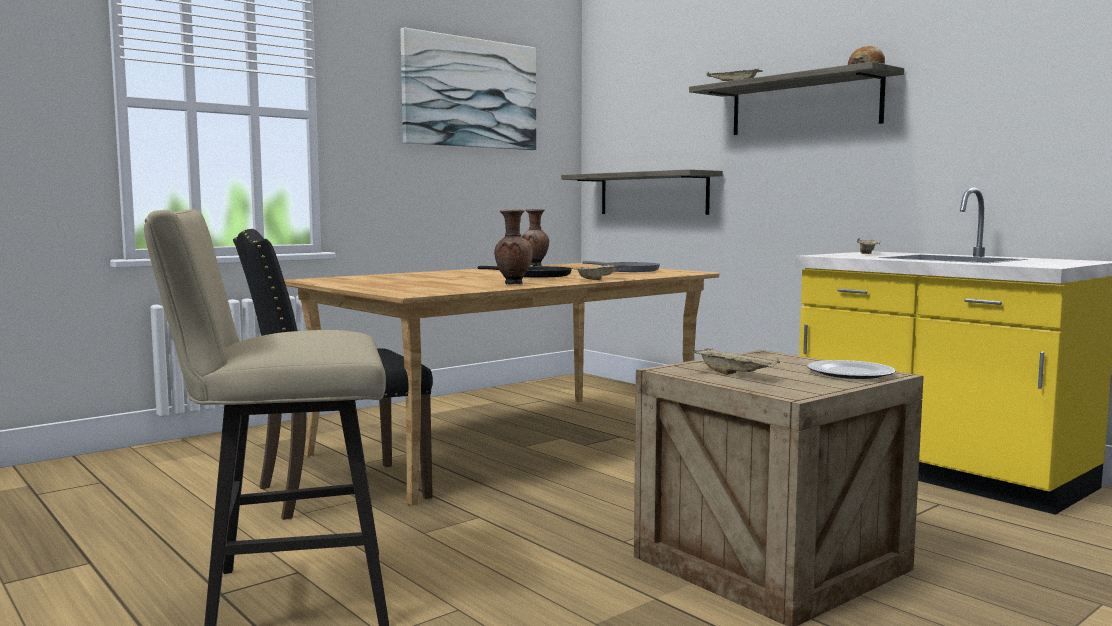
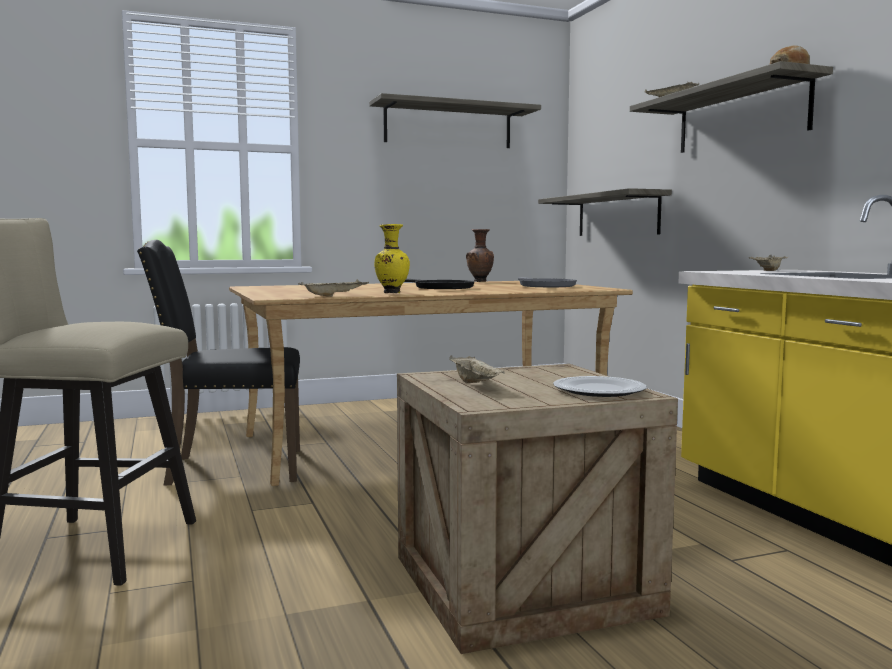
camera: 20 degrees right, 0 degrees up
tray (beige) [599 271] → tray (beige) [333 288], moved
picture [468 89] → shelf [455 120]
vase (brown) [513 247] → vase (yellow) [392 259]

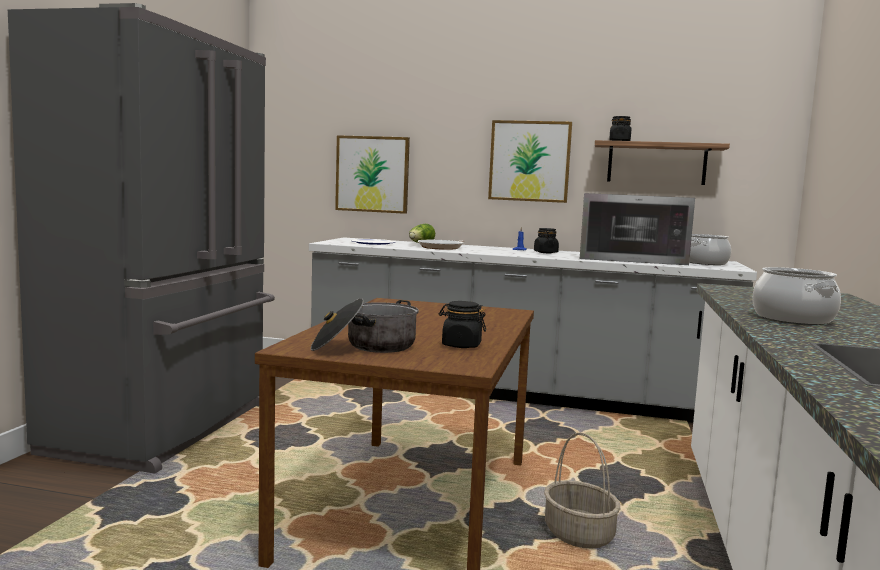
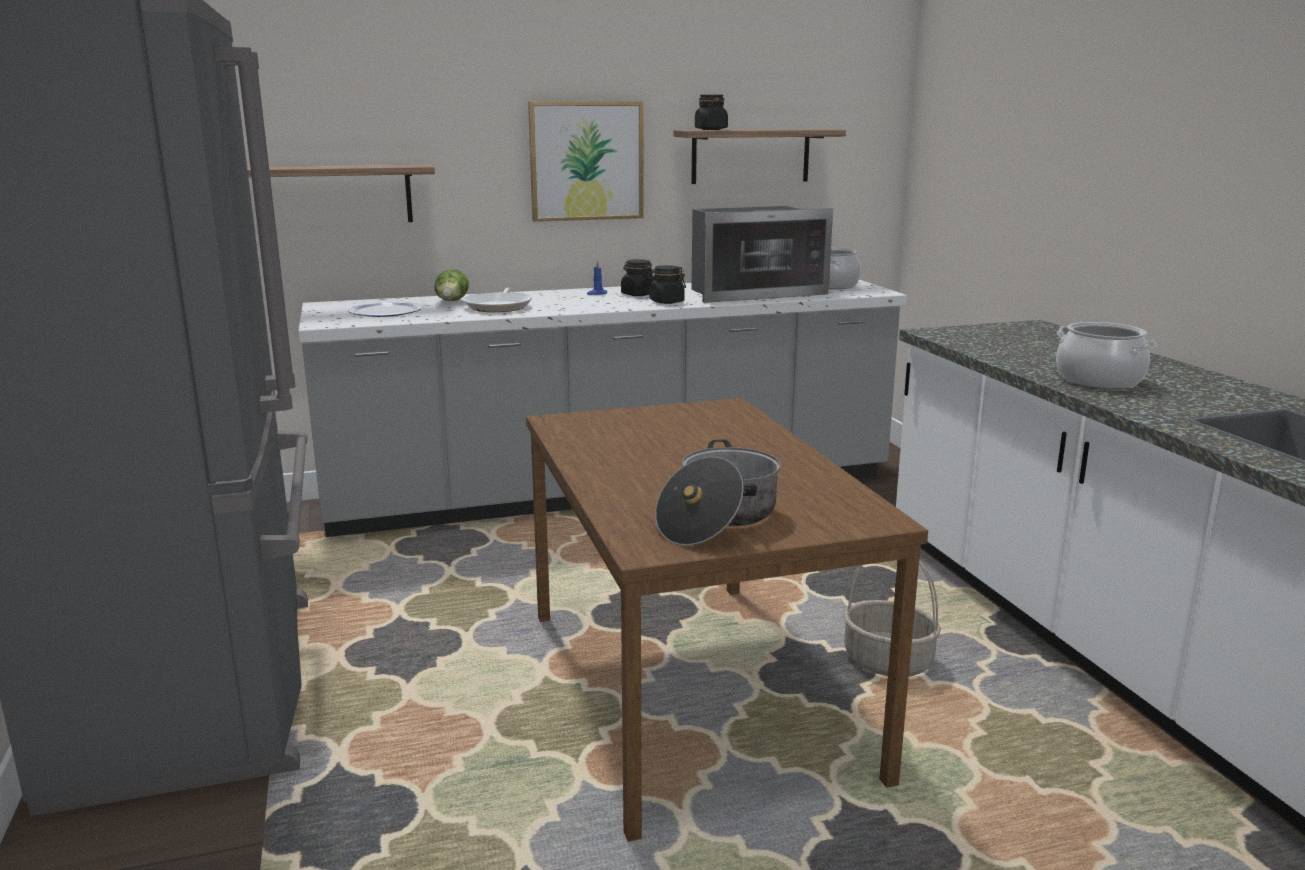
camera: 30 degrees left, 10 degrees up
picture [372 174] → shelf [341 193]
jar (black) [462 324] → jar (black) [666 284], moved

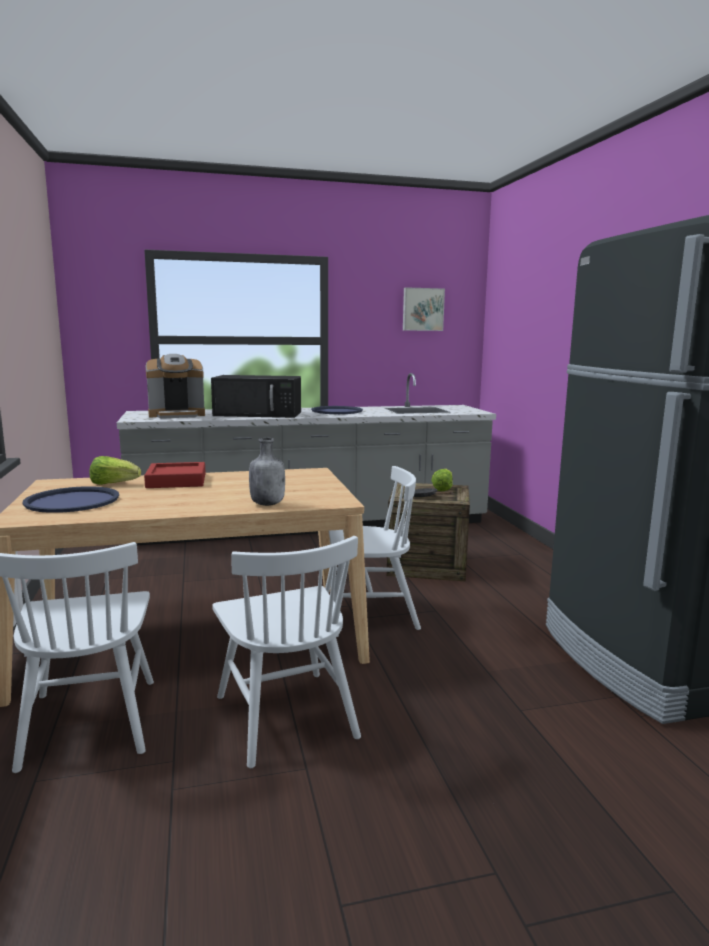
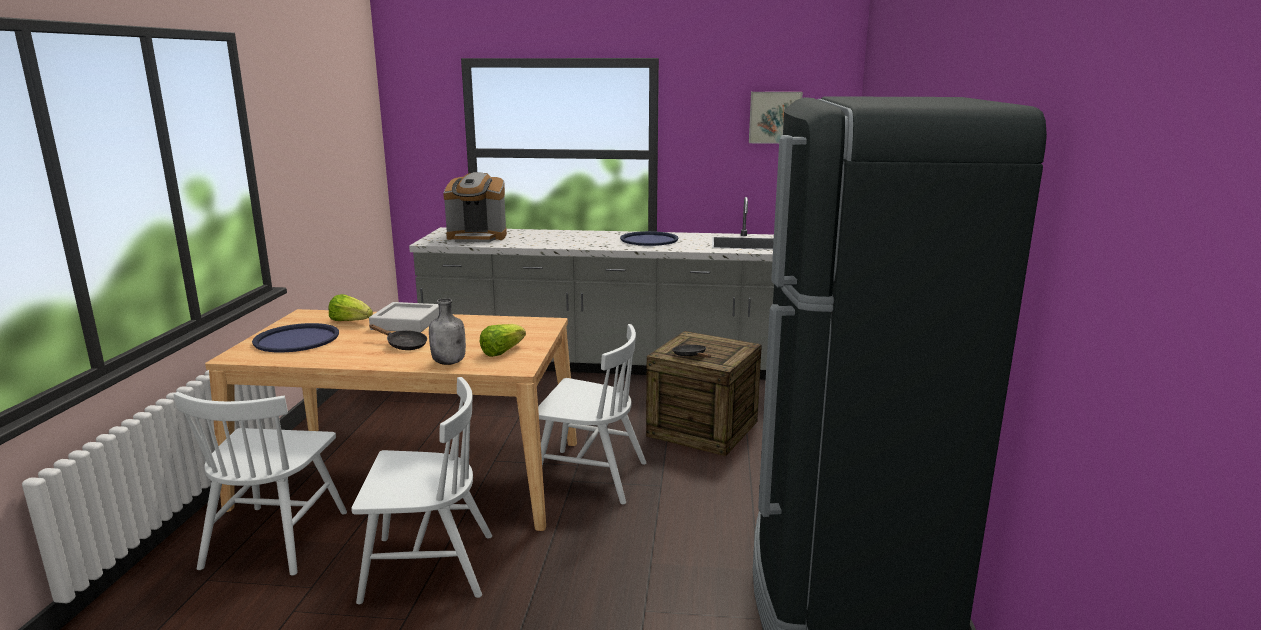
camera: 20 degrees right, 5 degrees up
chair (white) [286 652] → chair (white) [421 490], 90 degrees counterclockwise
tray (red) [175 475] → tray (grey) [404 317]
- → frying pan (black) [398 337]
lettuce [442 480] → lettuce [503 340], moved
microwave (black) [256 396] → -

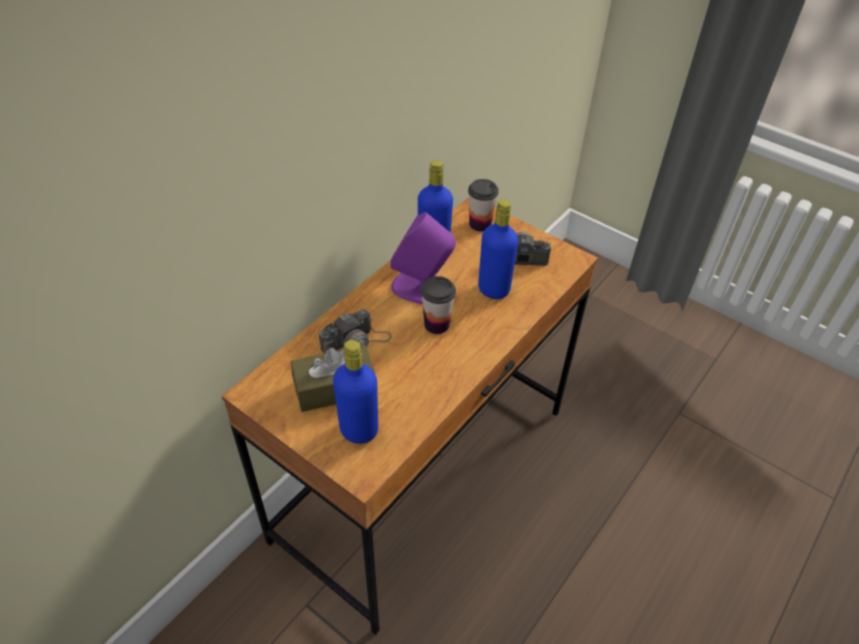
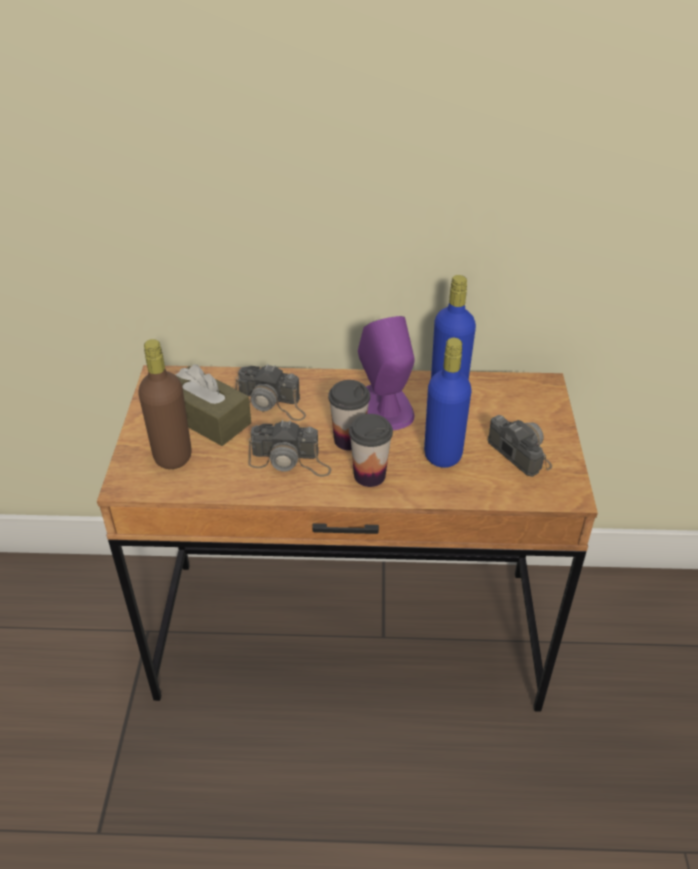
camera: 55 degrees right, 5 degrees down
bottle (blue) [355 392] → bottle (brown) [165 404]
- → photo camera [289 448]
cup [483 205] → cup [371 450], moved

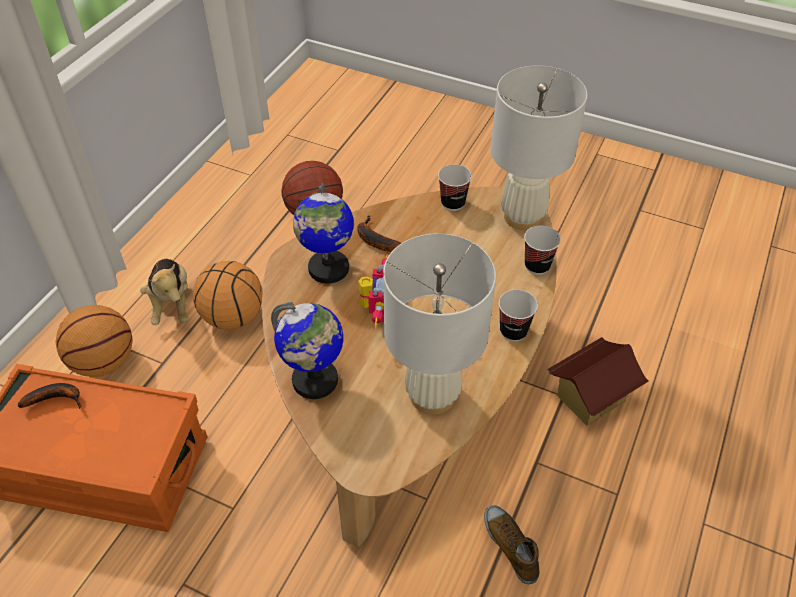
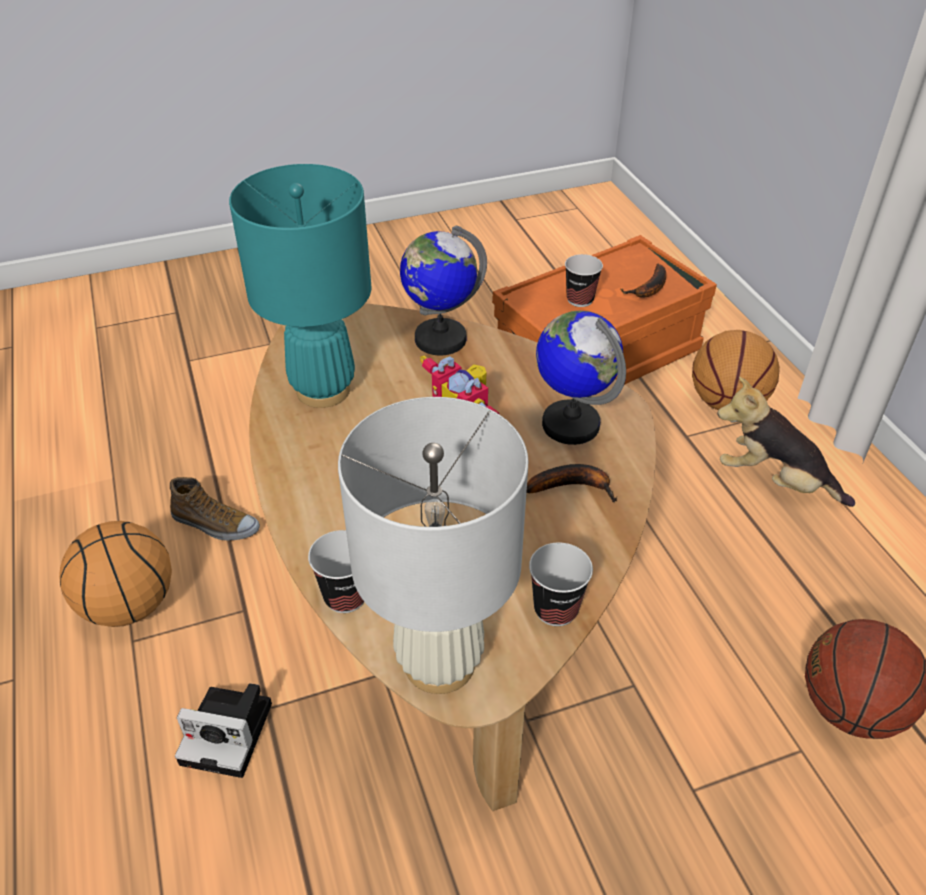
camera: 135 degrees right, 5 degrees down
basketball [228 295] → basketball [115 574], moved
toy house [598 381] → photo camera [223 730]
table lamp (white) [439 324] → table lamp (turquoise) [300 286]
cup [518 315] → cup [584 280], moved

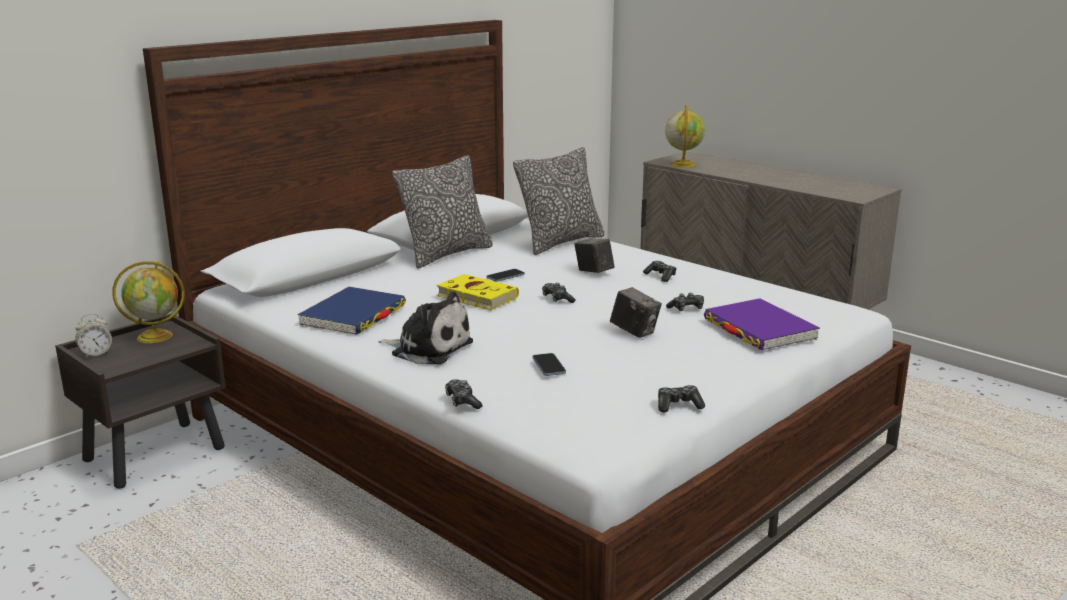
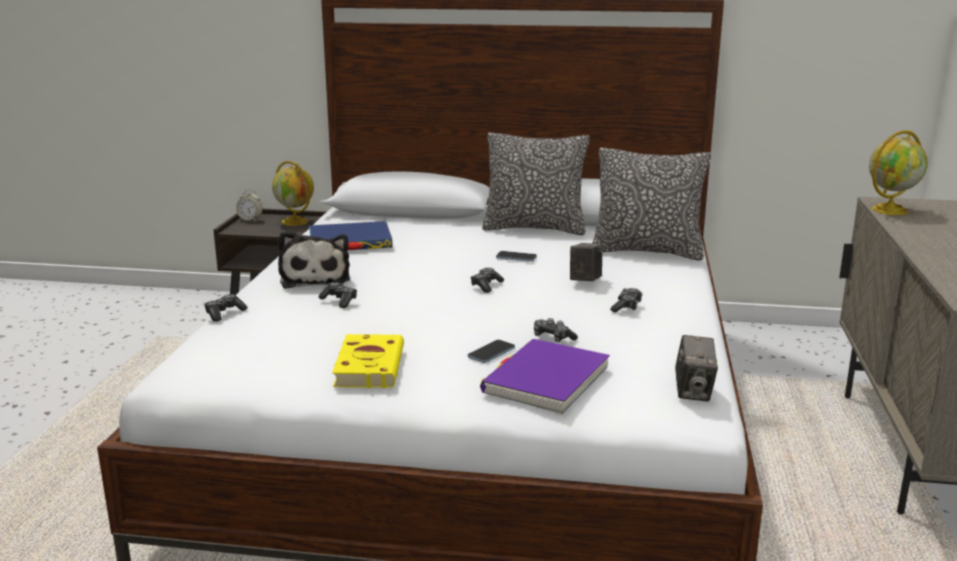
camera: 55 degrees right, 0 degrees up
game controller [681 398] → game controller [337 295], moved
book (yellow) [478 292] → book (yellow) [368 361], moved
phone [549 364] → phone [491 351], moved
photo camera [636 312] → photo camera [696 368], moved

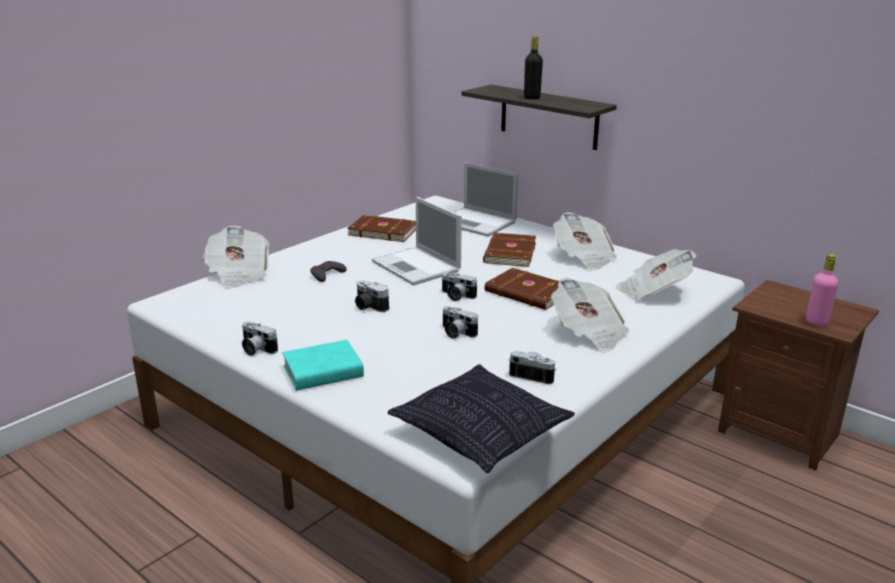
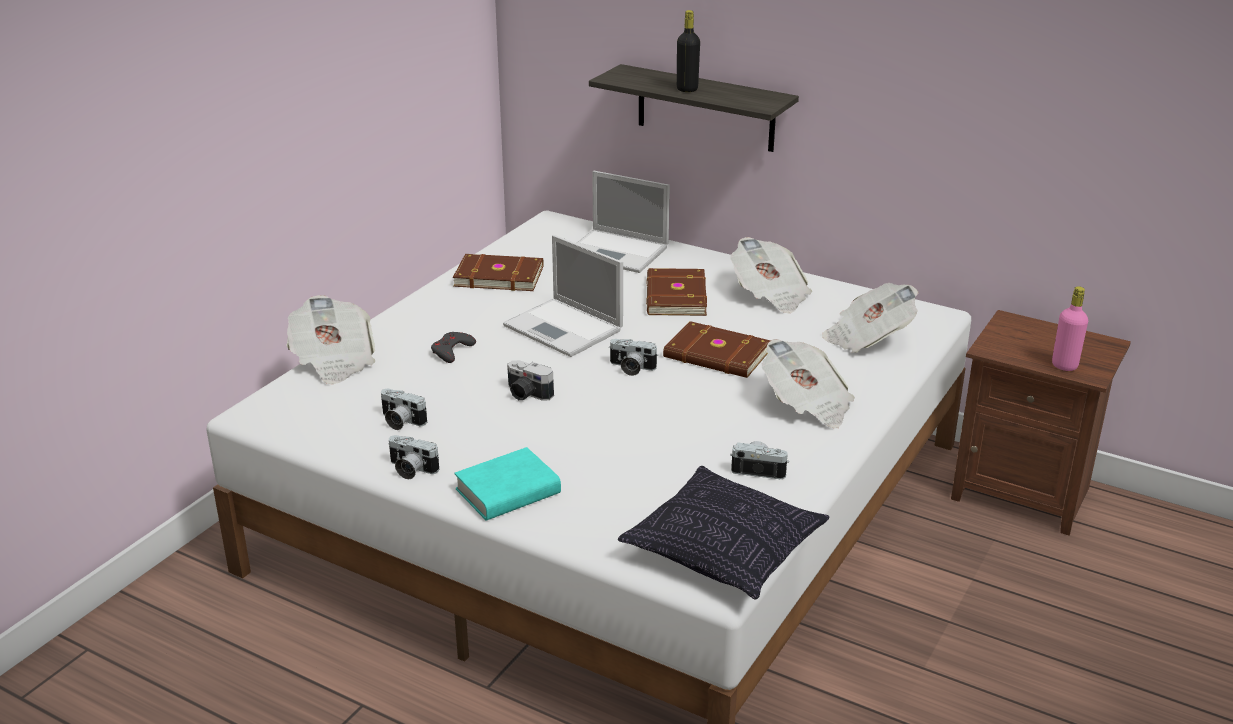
camera: 10 degrees left, 5 degrees up
photo camera [460 322] → photo camera [404 409], moved

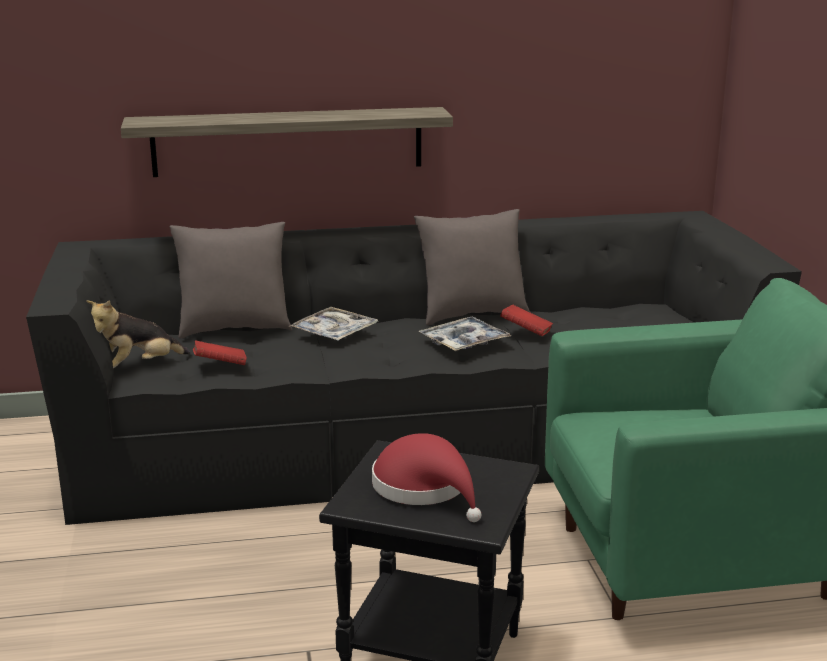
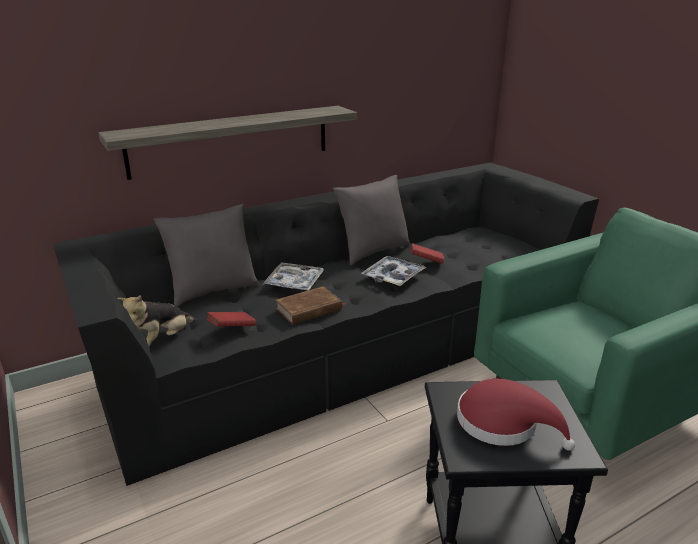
camera: 20 degrees left, 5 degrees up
- → book (brown) [310 305]

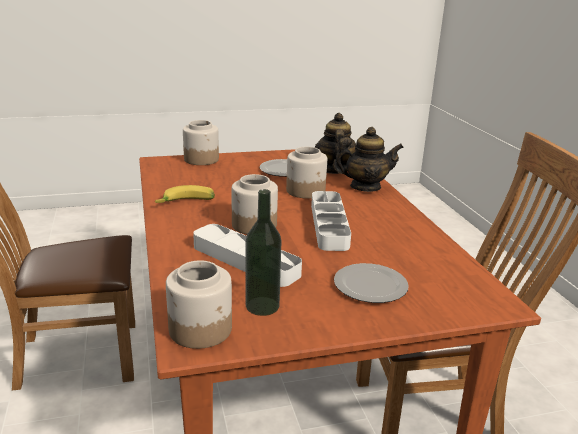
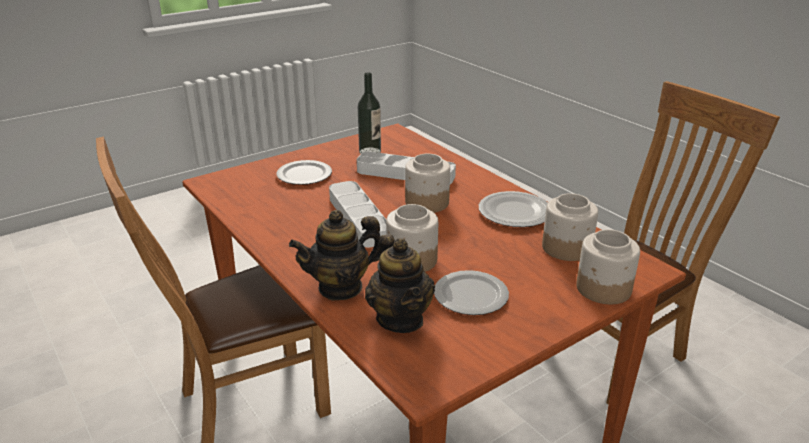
camera: 160 degrees right, 5 degrees up
banana [185 194] → plate [513 209]
jar [199 304] → jar [570 227], moved

